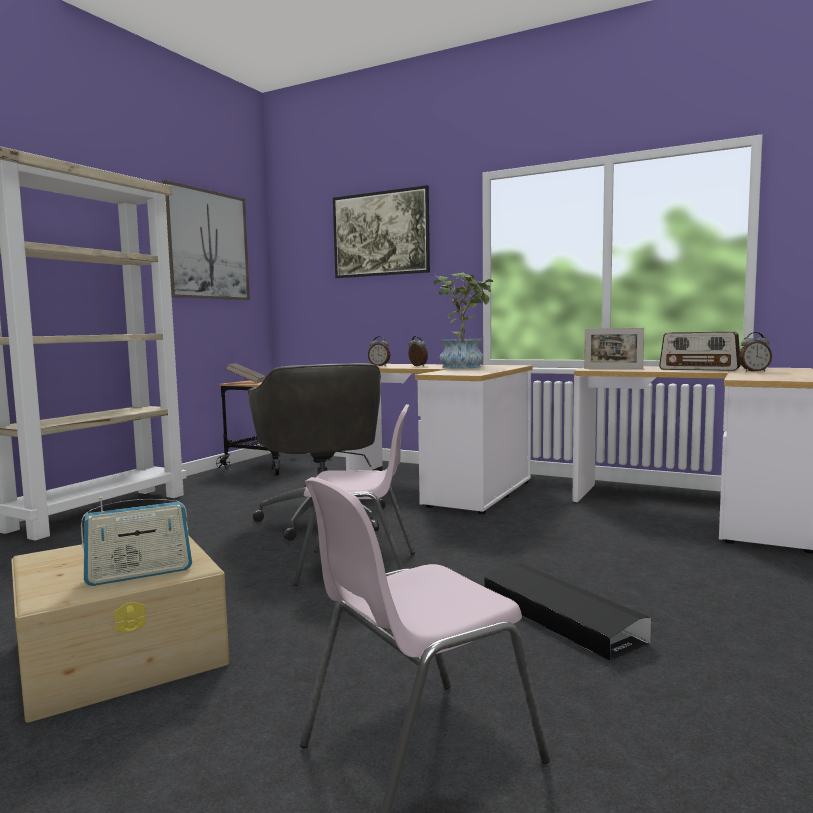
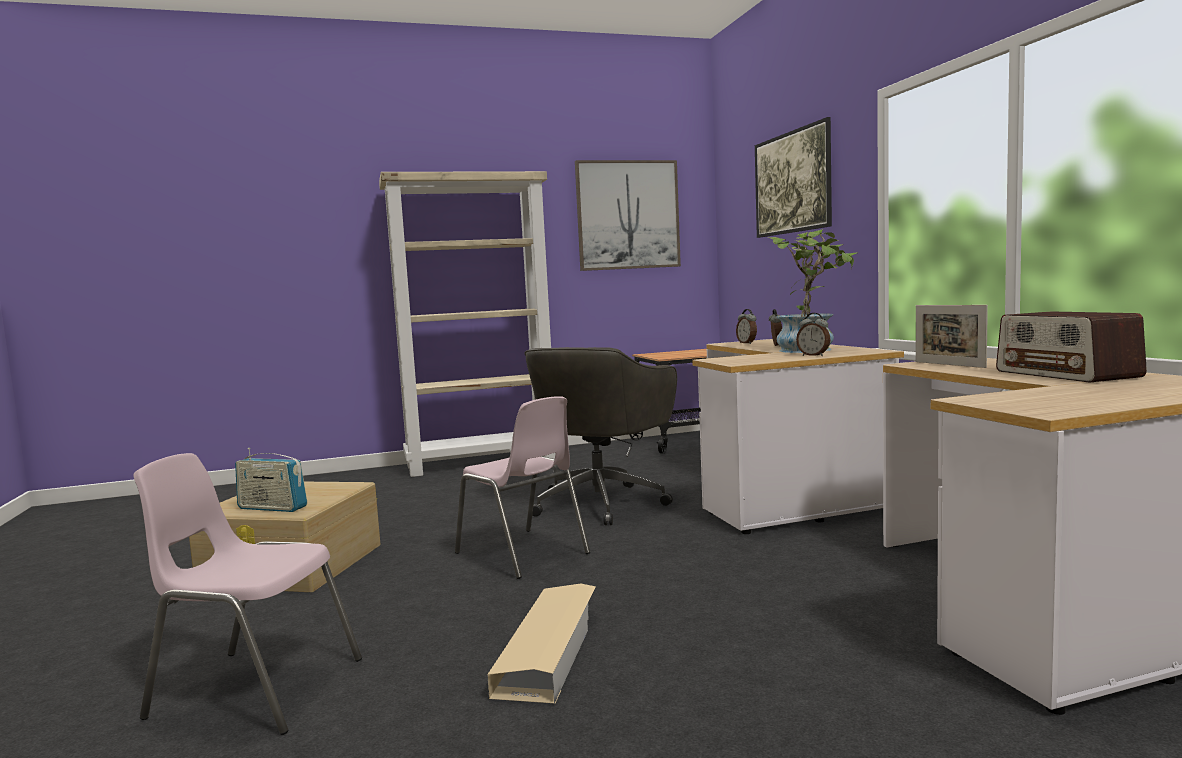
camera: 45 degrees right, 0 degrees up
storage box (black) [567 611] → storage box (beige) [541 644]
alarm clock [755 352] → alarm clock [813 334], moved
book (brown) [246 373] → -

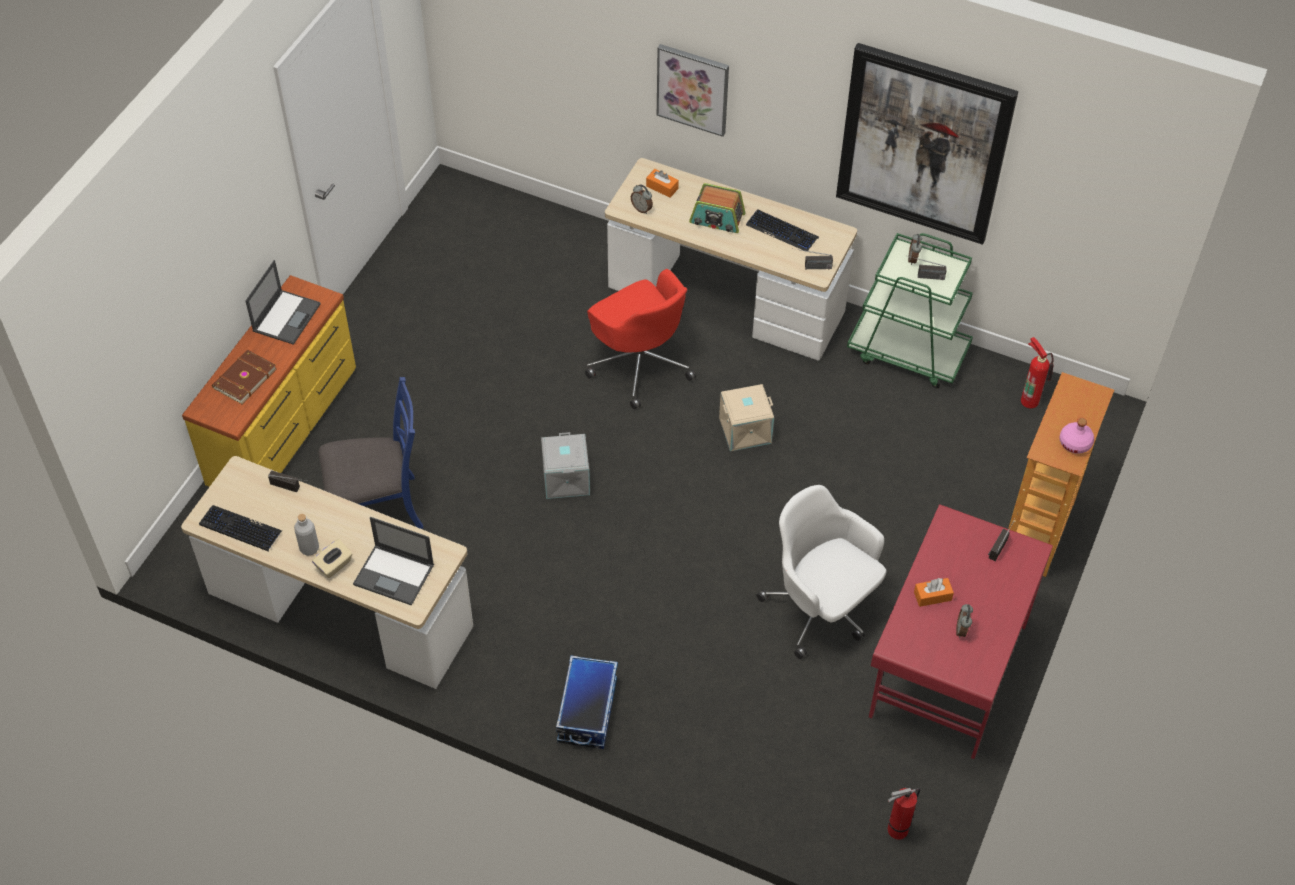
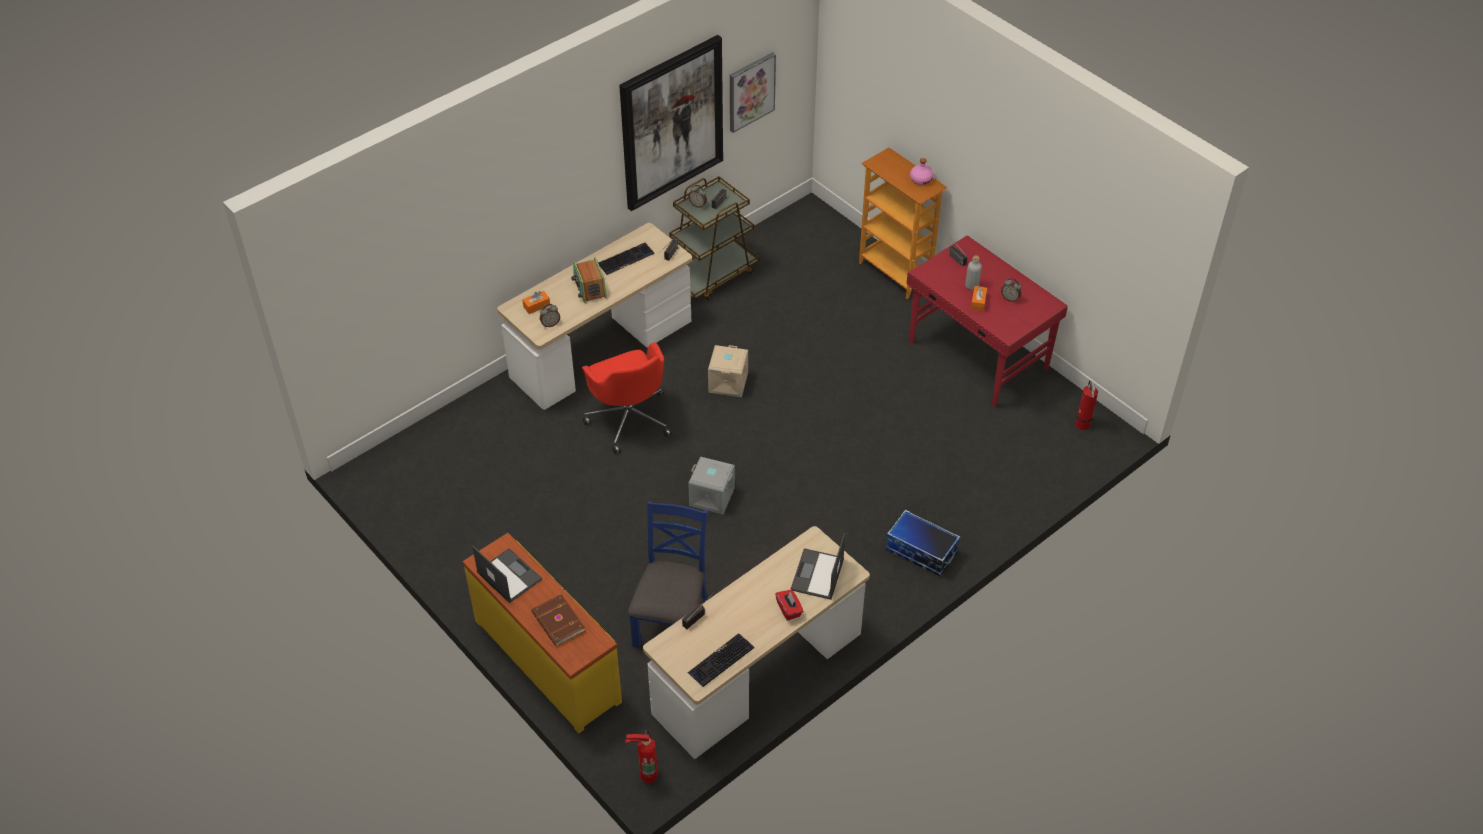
camera: 65 degrees left, 5 degrees down
radio [717 208] → radio [589 280], 120 degrees clockwise
office chair (red) [640 339] → office chair (red) [627 398], 75 degrees clockwise
fire extinguisher [1037 372] → fire extinguisher [641 756], moved
cart (green) [910 310] → cart (brown) [714 238]
picture [693 90] → picture [753 92], moved
tissue box (beige) [332 558] → tissue box (red) [789 605]
laptop [393 561] → laptop [817 566], 150 degrees clockwise
bottle (grey) [306 535] → bottle (grey) [973 272], moved
office chair (white) [822 572] → -

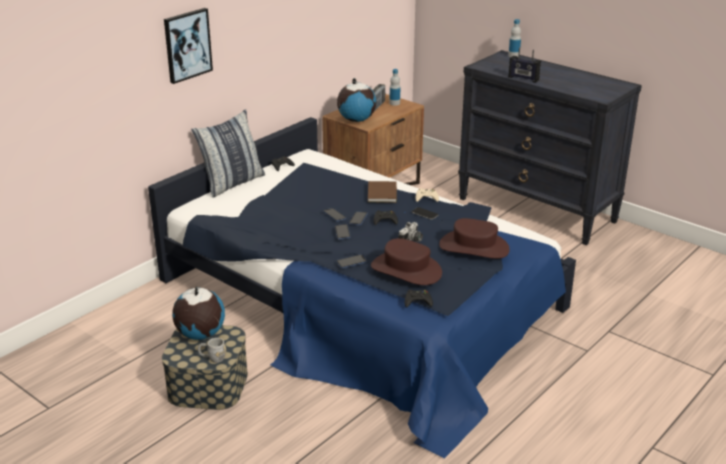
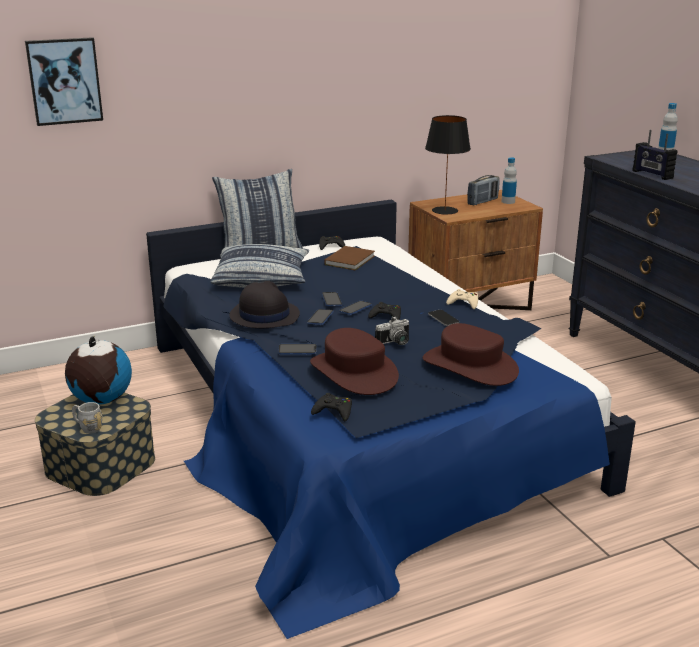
camera: 25 degrees right, 5 degrees down
picture [188 46] → picture [64 81], moved
- → pillow [259 266]
- → hat (black) [264 304]
book (brown) [382 192] → book (brown) [349 258], moved
globe [356 100] → table lamp (black) [448 164]

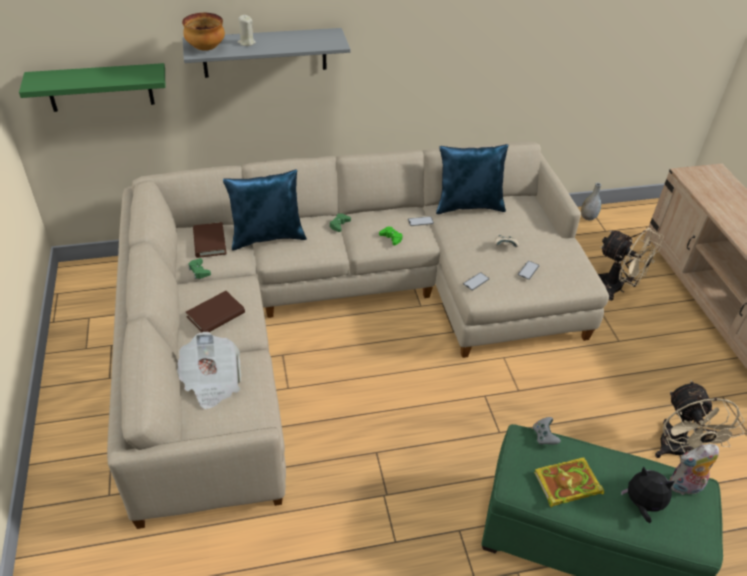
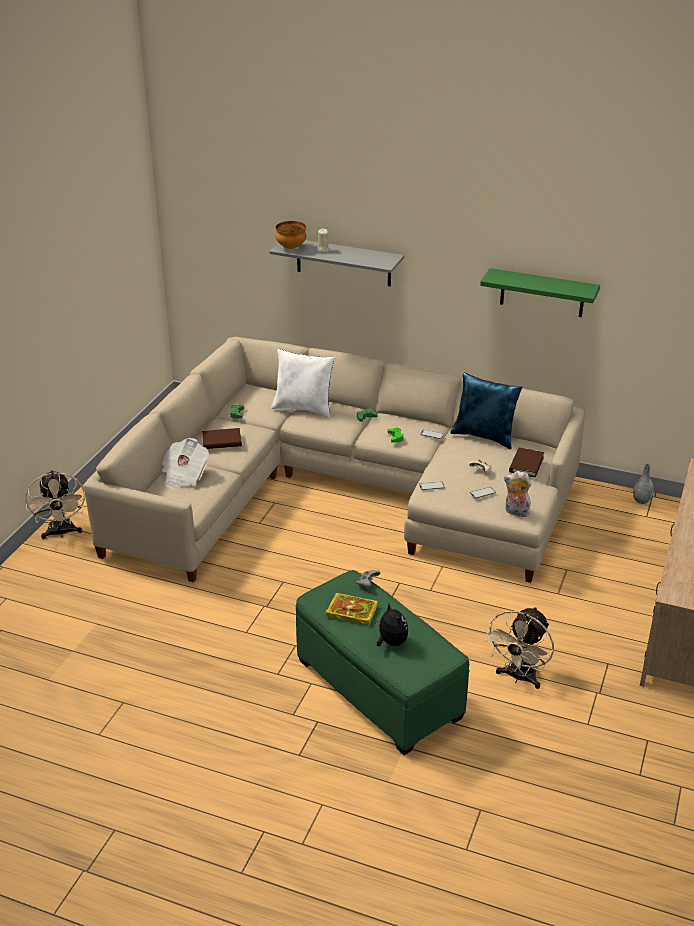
camera: 35 degrees right, 10 degrees down
fan (beige) [631 264] → fan (beige) [55 504], moved
pillow (blue) [265 209] → pillow (white) [303 383]
shelf (green) [92 87] → shelf (green) [540 292], moved
plush toy [694 469] → plush toy [517 494], moved
book (brown) [210 240] → book (brown) [526 463], moved

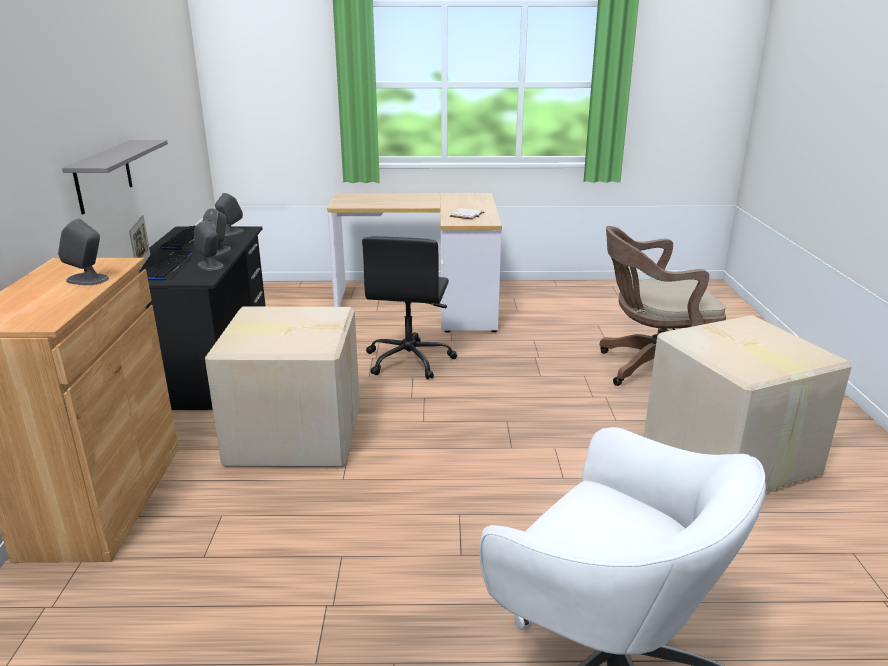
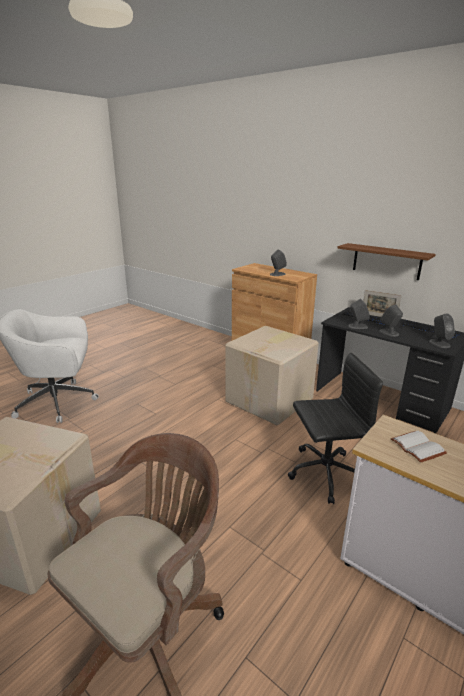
camera: 130 degrees right, 0 degrees up
office chair (black) [409 307] → office chair (black) [335 428], 120 degrees clockwise
shelf (grey) [115 177] → shelf (brown) [387 261]

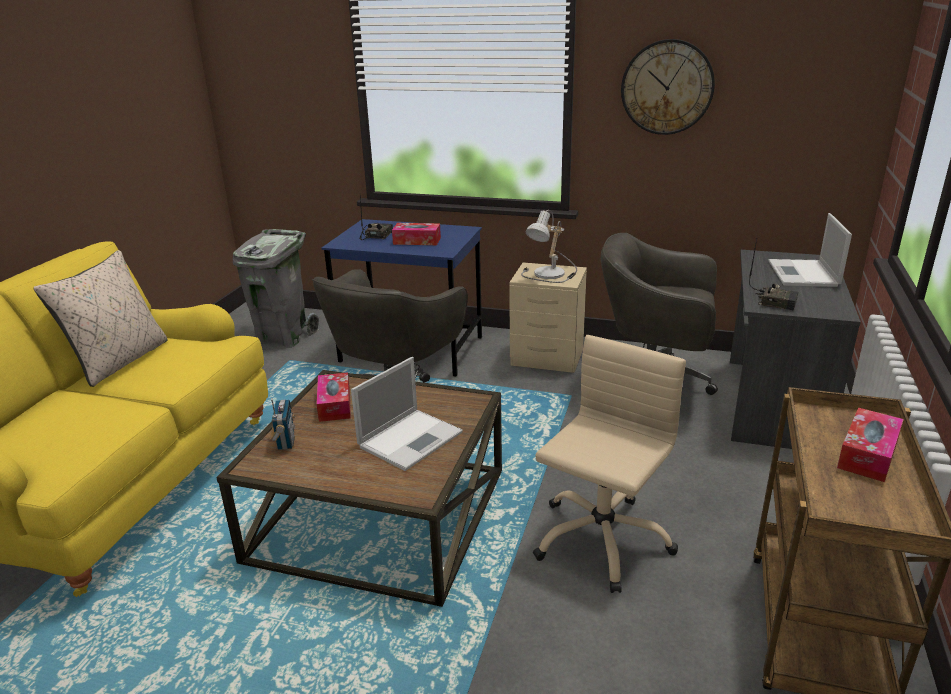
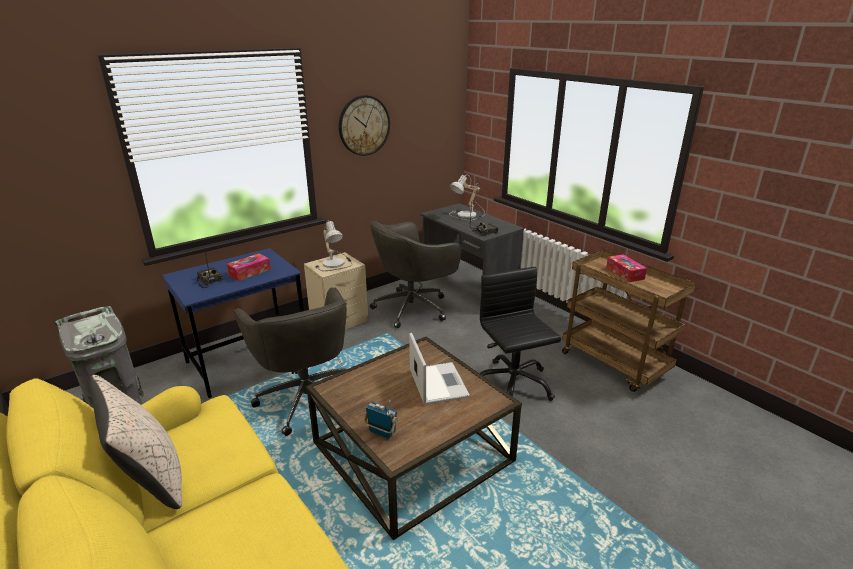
camera: 55 degrees left, 0 degrees up
laptop [810 250] → table lamp [467 198]
office chair (beige) [609 464] → office chair (black) [520 334]
tissue box [334 397] → -

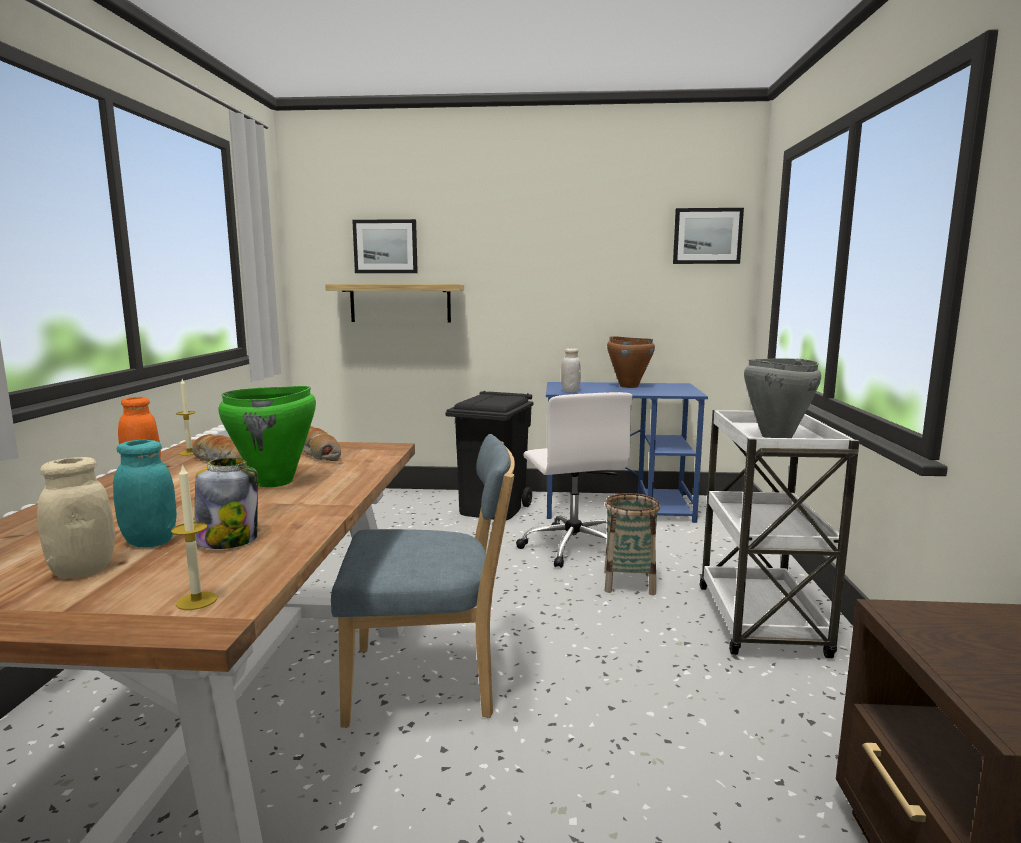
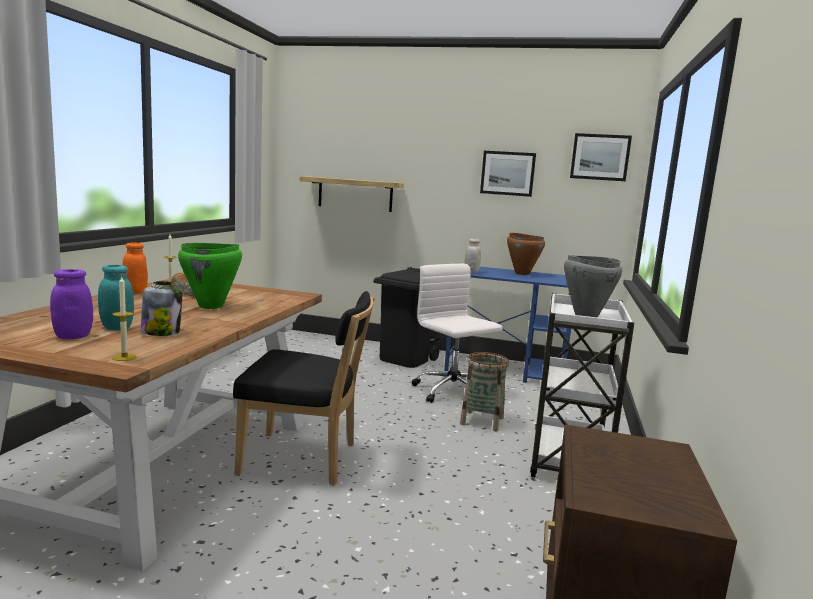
camera: 10 degrees right, 0 degrees up
jar (beige) [76 517] → jar (purple) [71 304]
chair (blue) [423 581] → chair (black) [304 388]
office chair (white) [574 480] → office chair (white) [457 333], 150 degrees clockwise
picture [385 246] → picture [508 174], moved
bread [321 443] → -

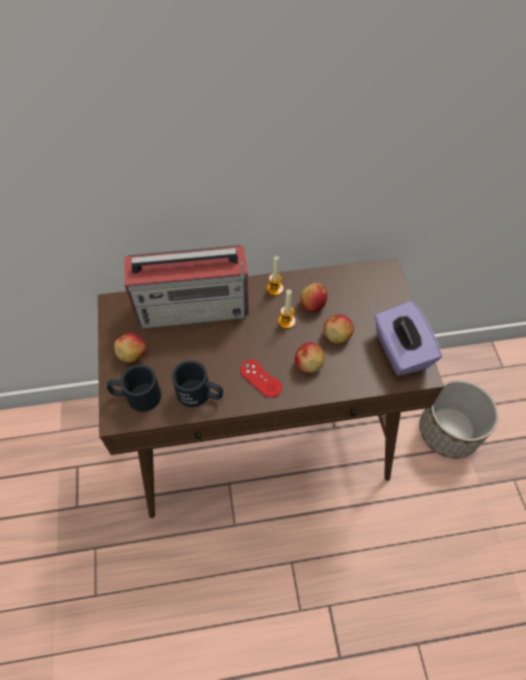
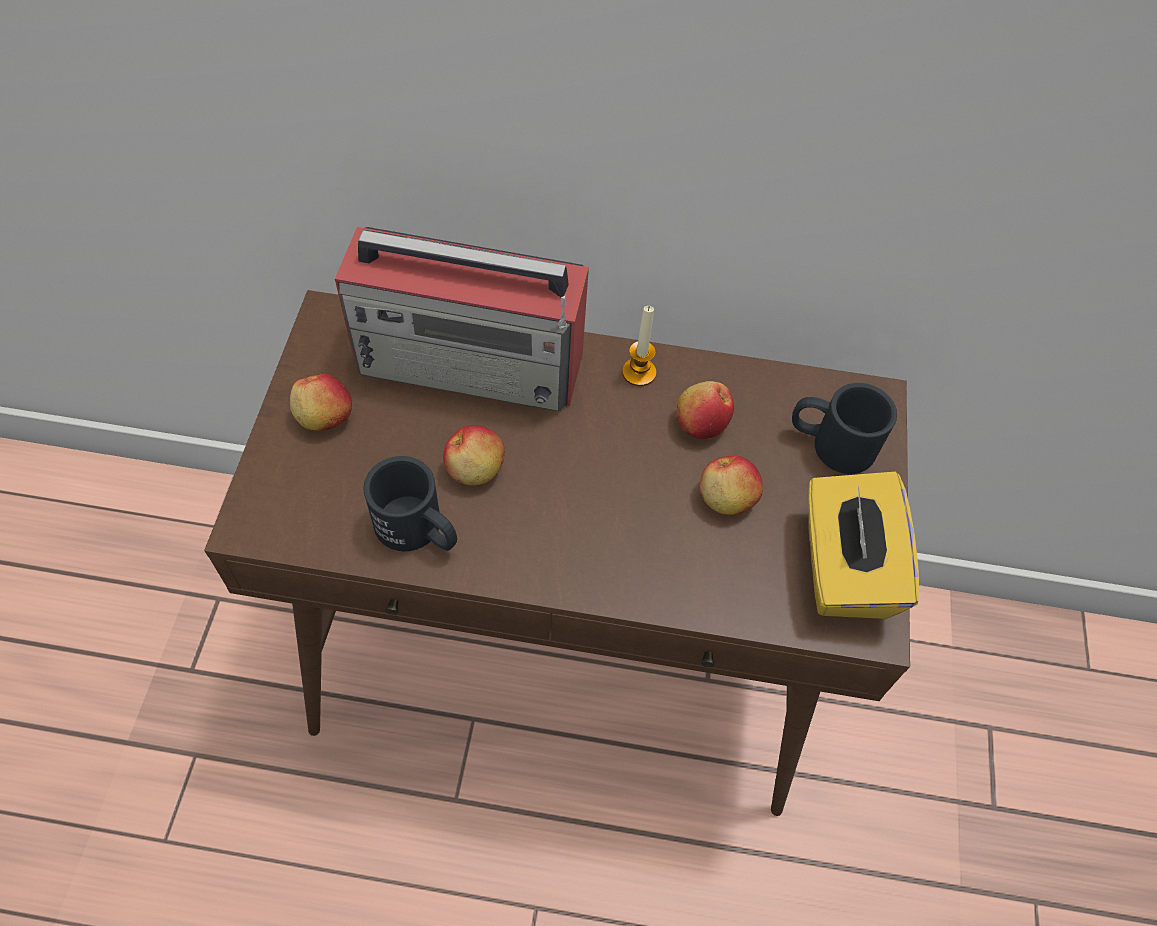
camera: 15 degrees right, 0 degrees up
apple [310 357] → apple [474 455], moved
mug (black) [134 388] → mug (black) [844 428], moved
tissue box (purple) [408 338] → tissue box (yellow) [863 545]
game controller (red) [261 379] → -
candle [287 309] → -
planter [459 419] → -

